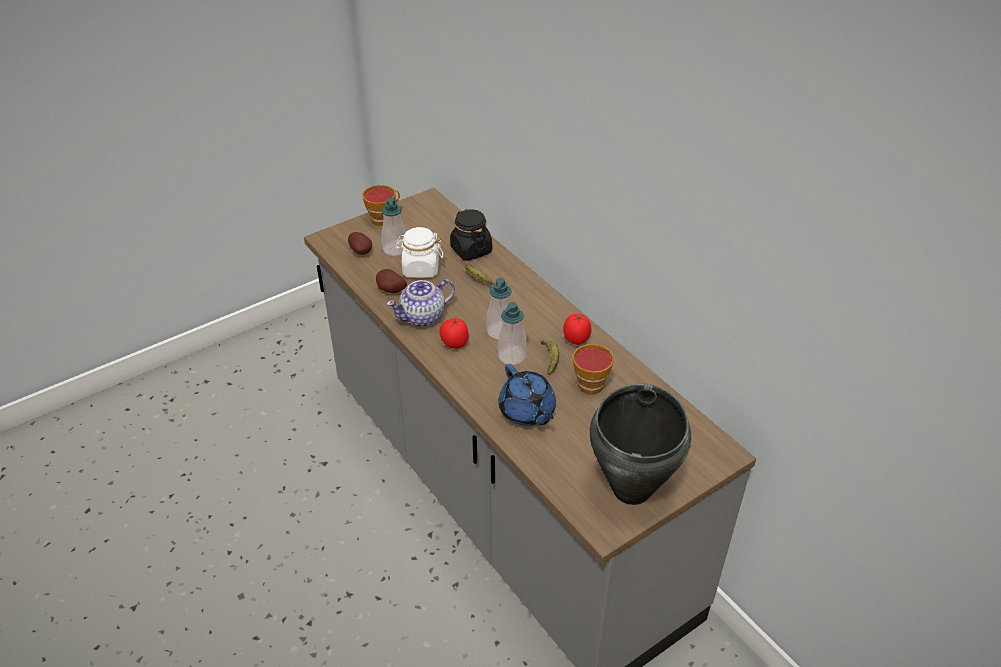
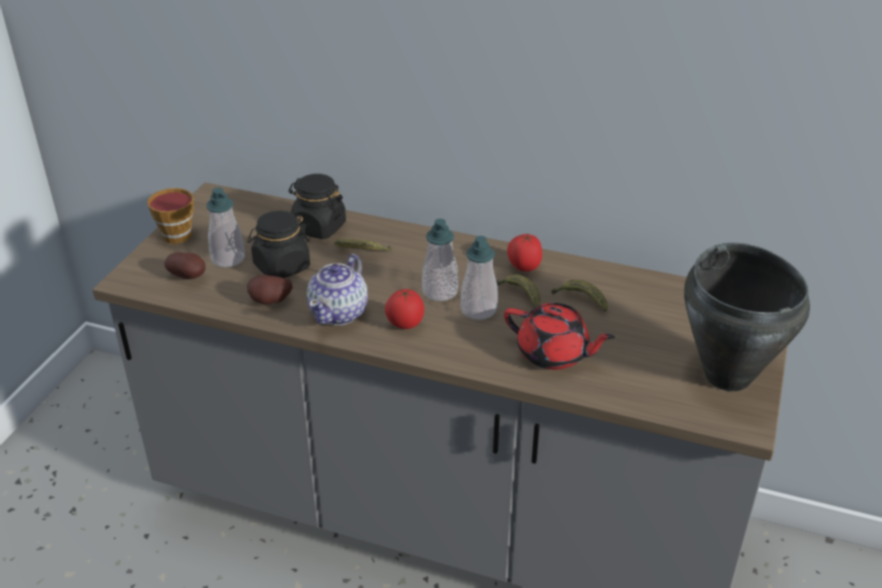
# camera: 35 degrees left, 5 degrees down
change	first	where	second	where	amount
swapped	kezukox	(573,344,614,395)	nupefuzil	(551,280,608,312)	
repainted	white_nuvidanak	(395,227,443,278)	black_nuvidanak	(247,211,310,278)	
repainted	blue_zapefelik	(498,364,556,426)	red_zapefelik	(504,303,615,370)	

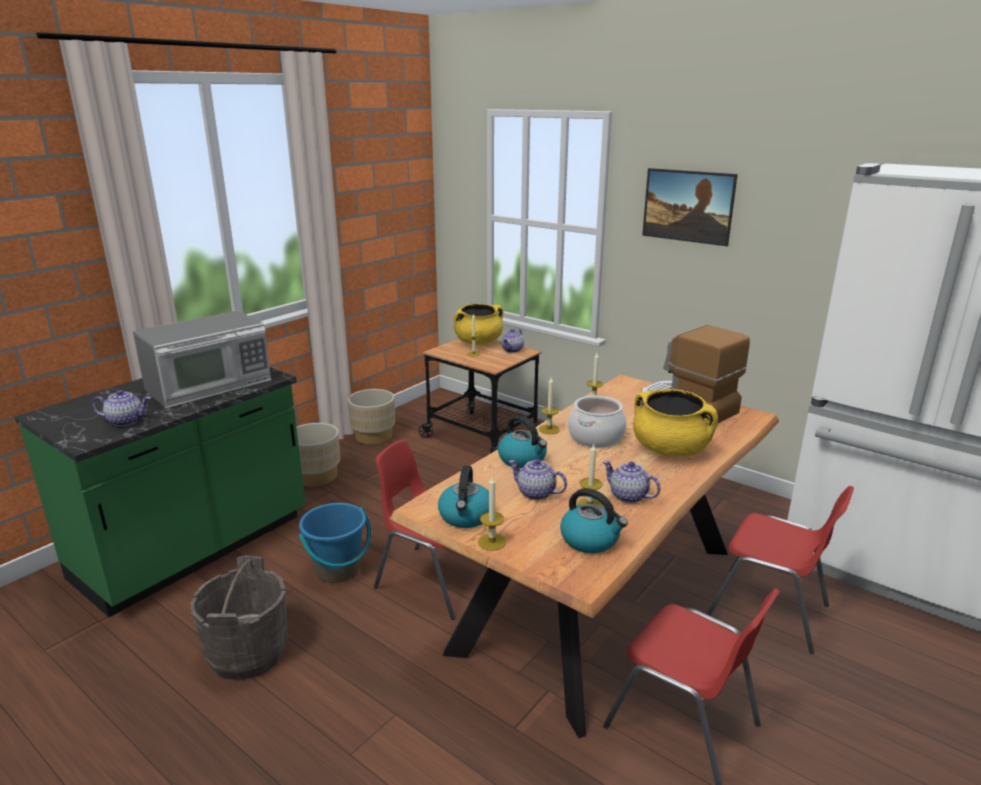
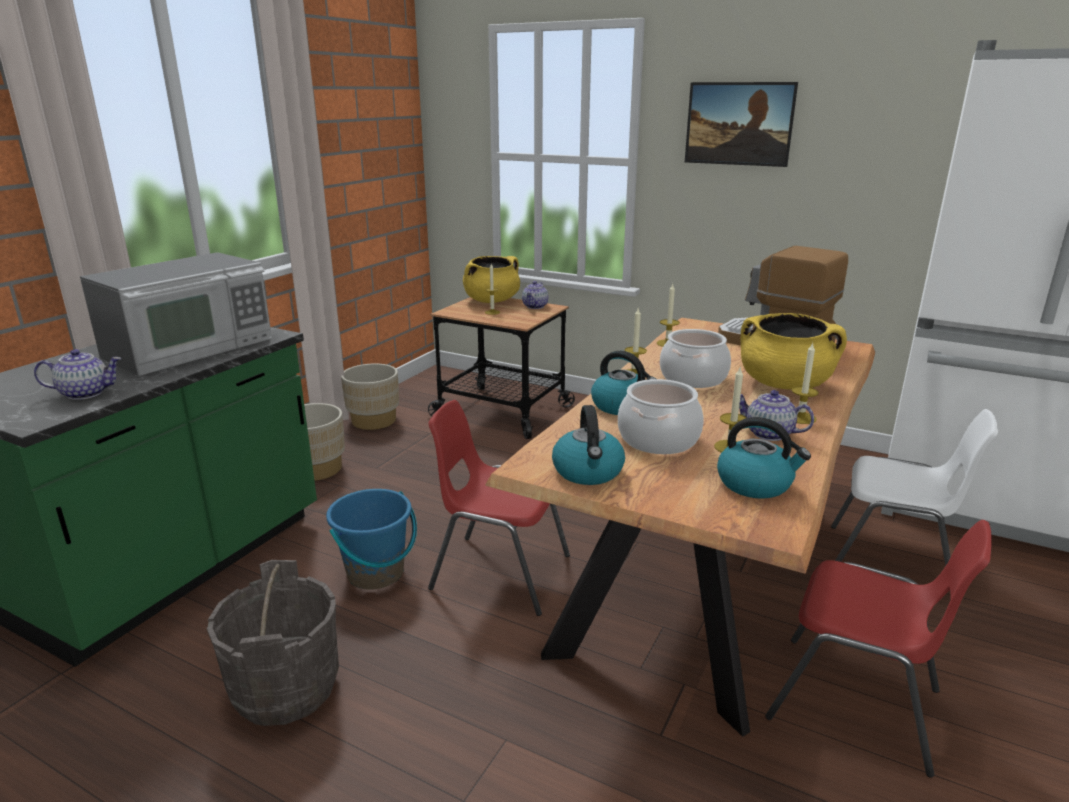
# camera: 10 degrees left, 0 degrees up
change	first	where	second	where	amount
shifted	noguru	(478,477,506,551)		(792,343,818,424)	
swapped	zapefelik	(508,459,567,500)	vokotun	(618,379,704,454)	
repainted	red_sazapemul	(706,486,854,654)	white_sazapemul	(831,409,998,566)	

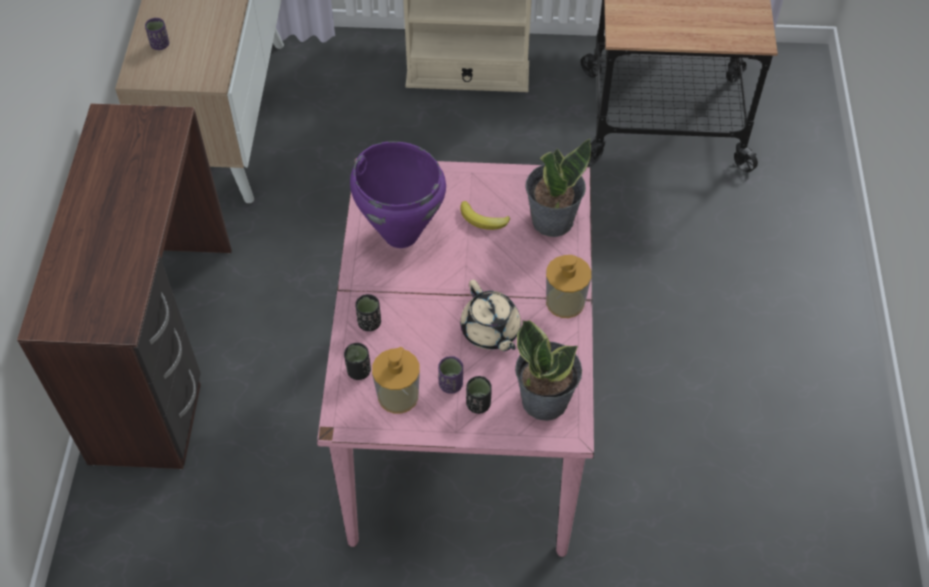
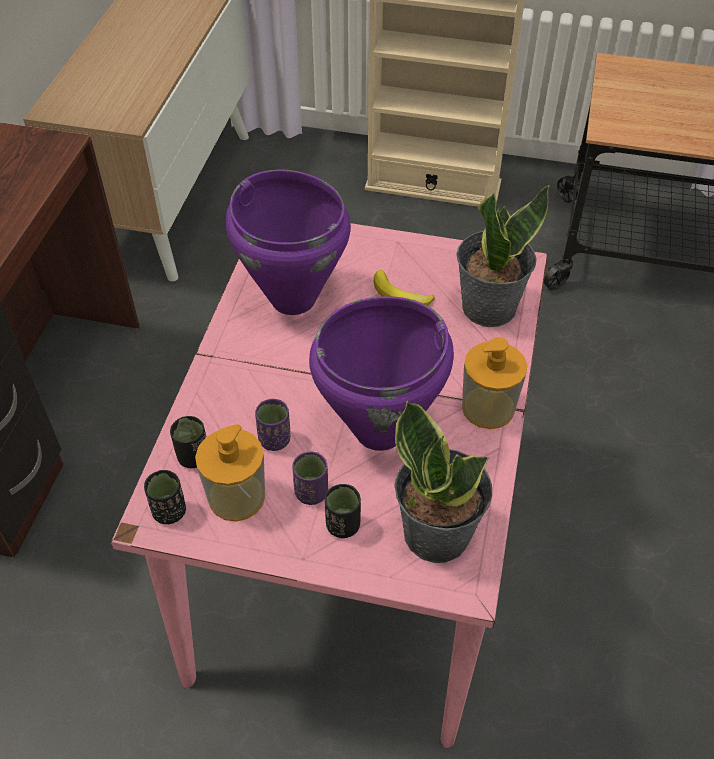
# camera: 10 degrees right, 5 degrees down
change	first	where	second	where	amount
shifted	purple_kezukox	(145,18,169,50)		(255,399,290,451)	
shifted	black_kezukox	(355,294,381,331)		(144,470,186,524)	
swapped	beige_zapefelik	(460,280,521,351)	purple_vokotun	(309,296,454,451)	

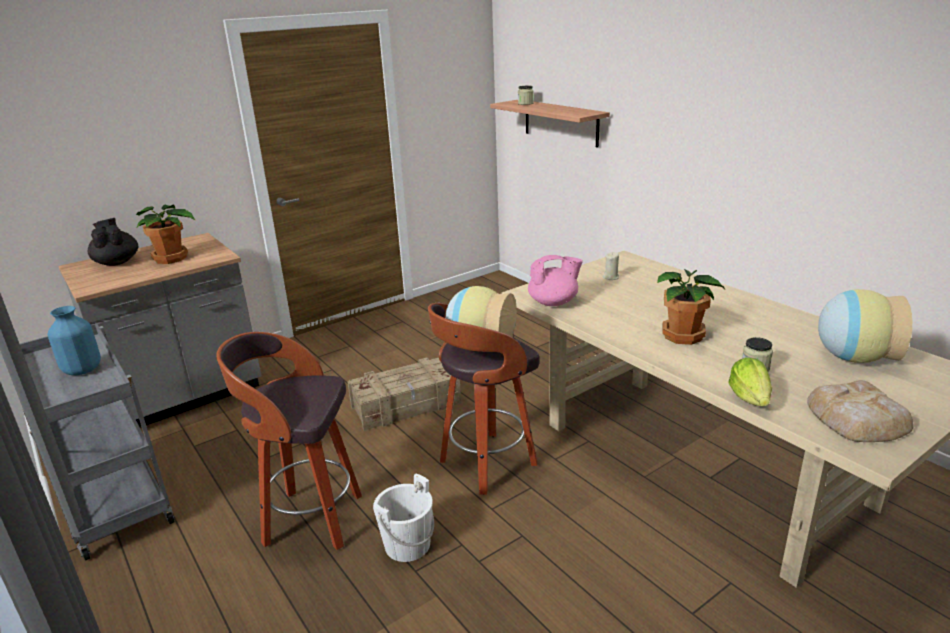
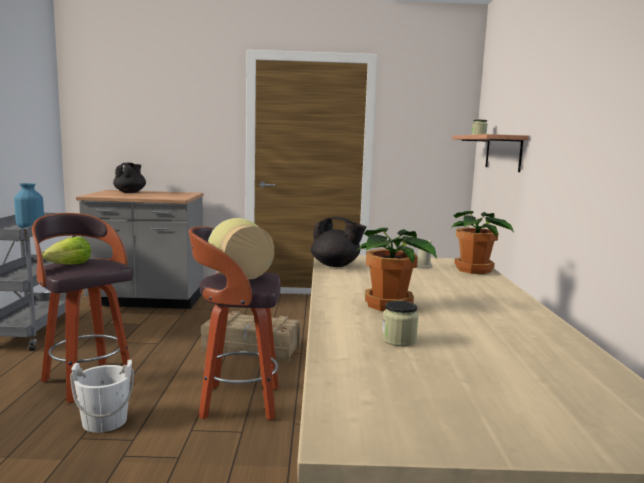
# camera: 35 degrees right, 15 degrees down
change	first	where	second	where	amount
gone	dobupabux	(807,380,913,442)			
gone	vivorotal	(818,289,913,363)			
shifted	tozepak	(136,204,195,264)		(452,211,514,274)	
shifted	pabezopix	(728,357,772,406)		(42,237,91,265)	
repainted	pink_zapefelik	(528,255,583,306)	black_zapefelik	(311,217,366,267)	

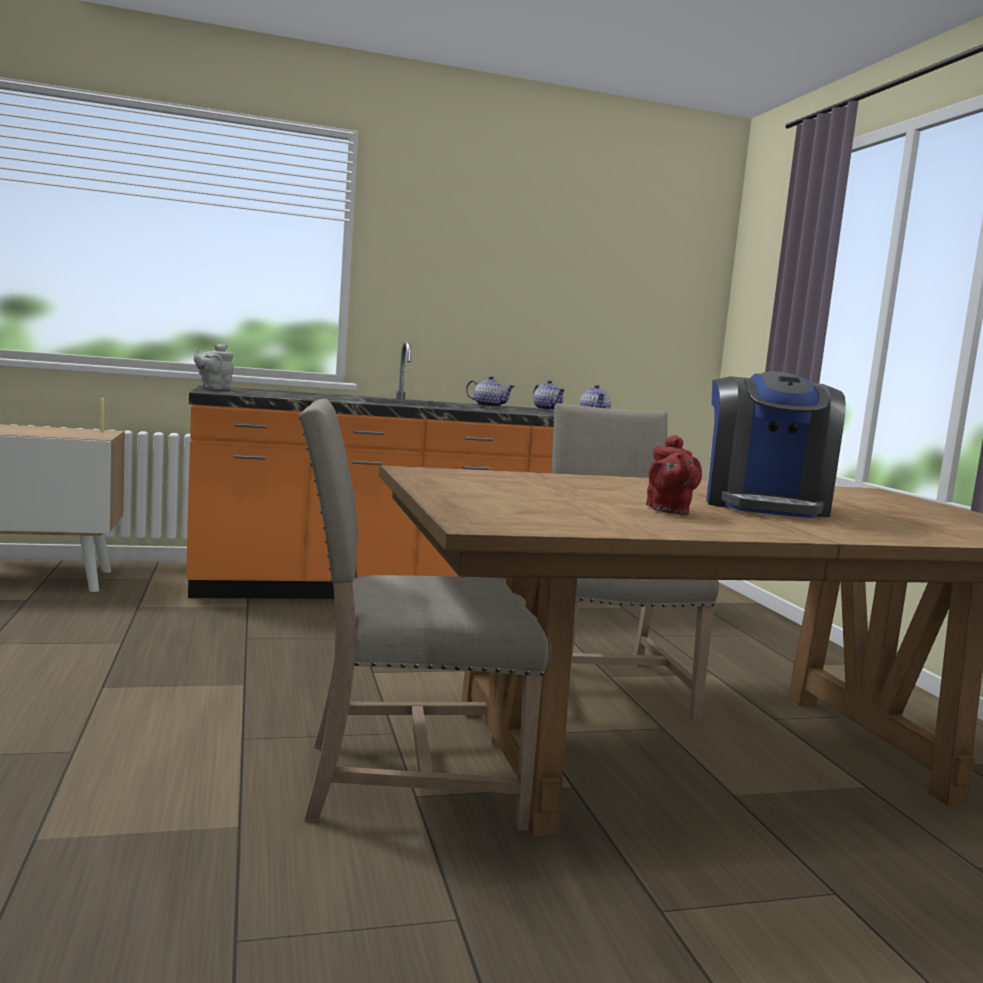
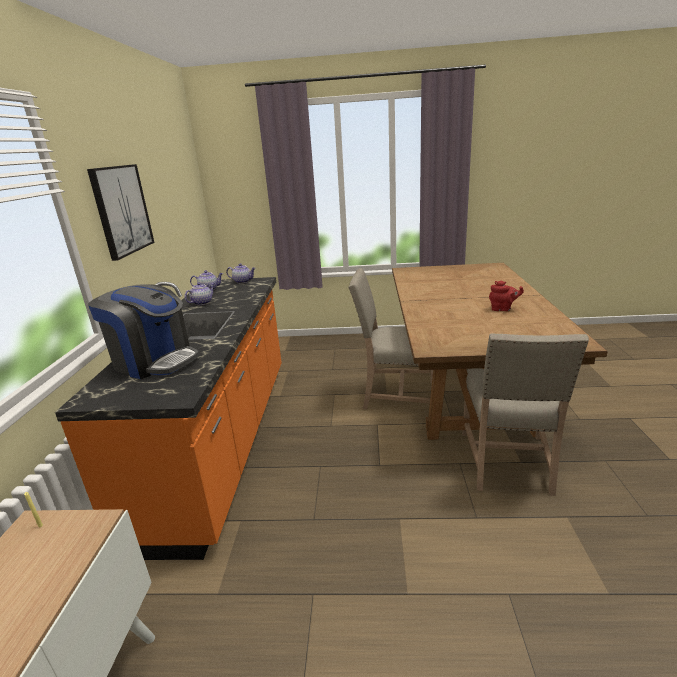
# camera: 70 degrees left, 15 degrees up
change	first	where	second	where	amount
gone	grey_zapefelik	(194,344,234,389)			
new			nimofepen	(87,164,155,261)	
shifted	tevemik	(706,371,846,518)		(88,284,199,379)	

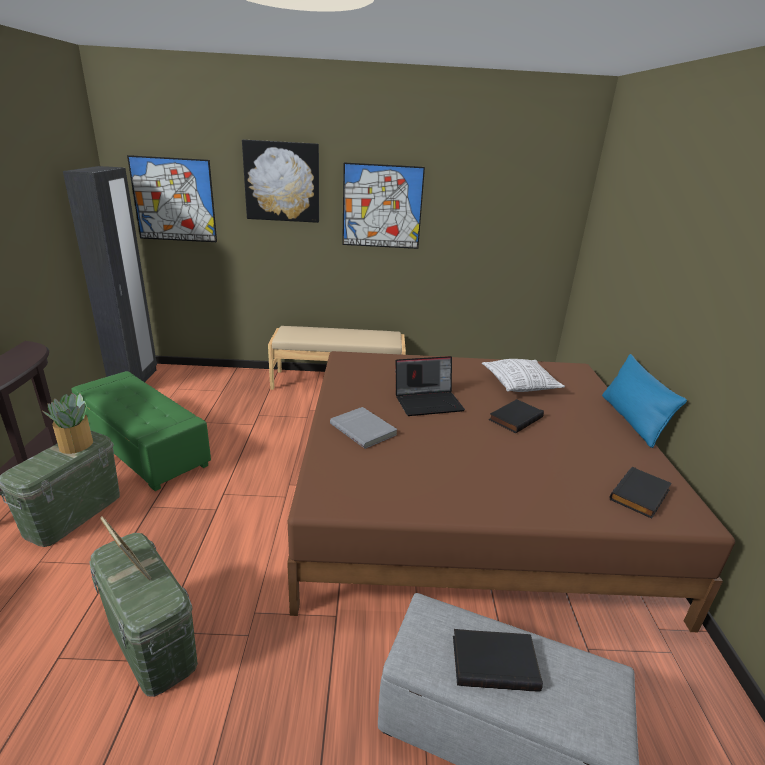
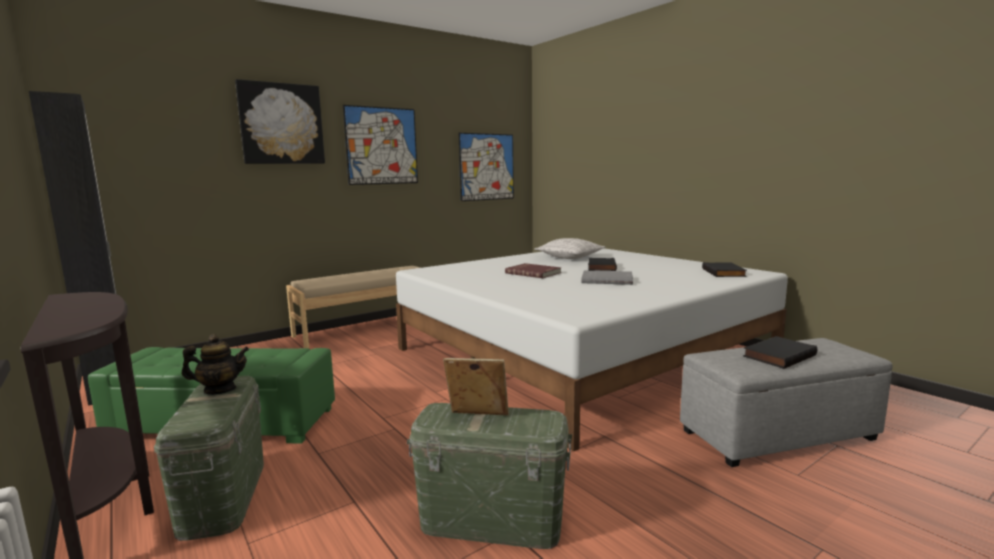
# camera: 35 degrees left, 15 degrees down
change	first	where	second	where	amount
gone	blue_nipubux	(602,354,687,448)			
shifted	nimofepen	(127,155,217,242)		(459,133,514,201)	
shifted	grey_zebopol	(330,407,398,449)		(581,271,633,285)	
swapped	tozepak	(42,393,93,454)	zapefelik	(182,334,249,395)	
swapped	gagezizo	(395,356,465,416)	red_zebopol	(505,263,561,278)	
repainted	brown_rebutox	(287,351,735,632)	white_rebutox	(396,248,788,452)	

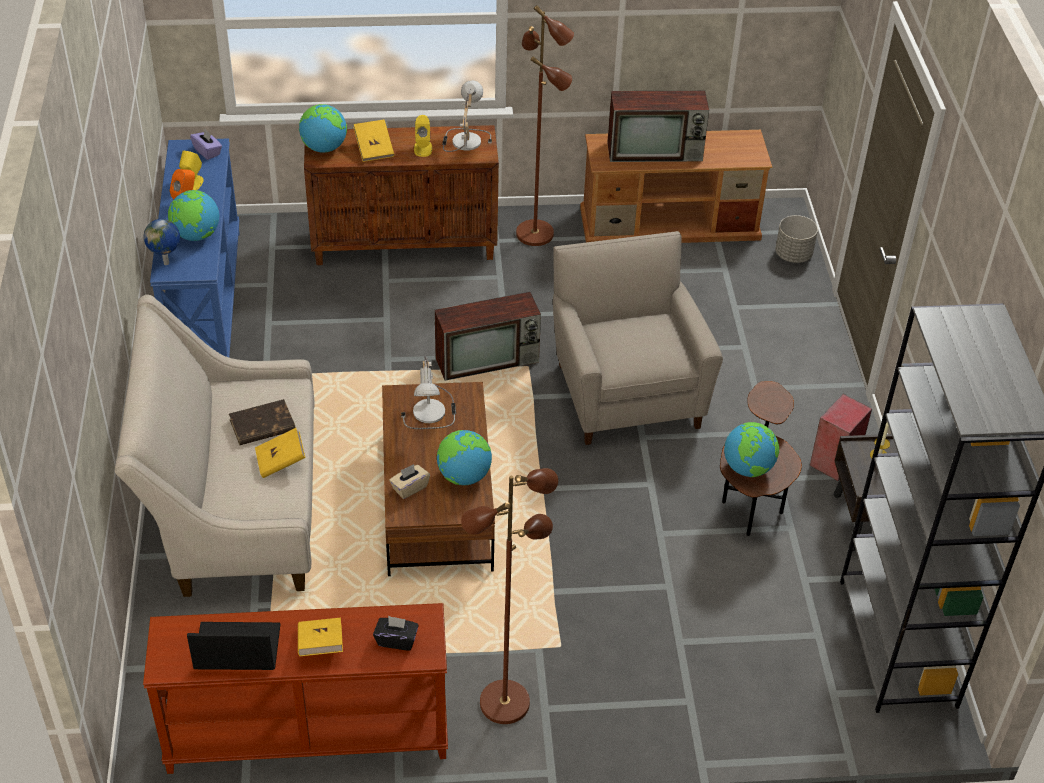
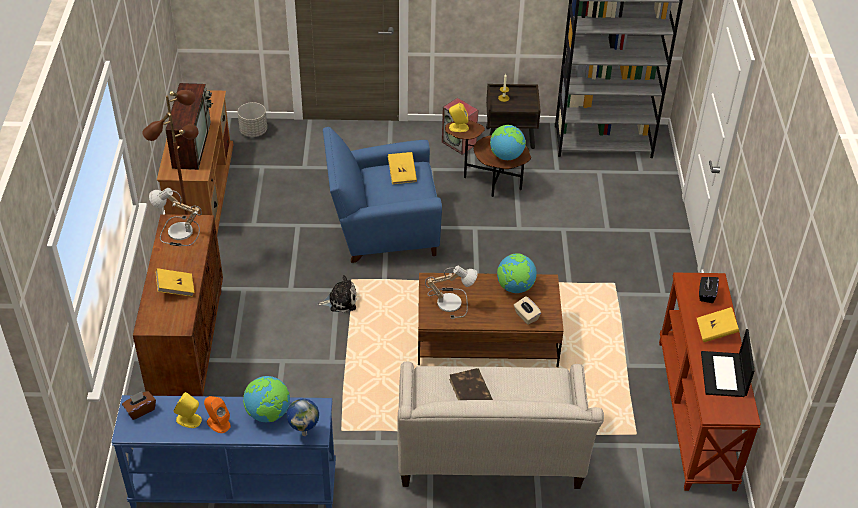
# camera: 85 degrees left, 0 degrees up
change	first	where	second	where	amount
gone	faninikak	(299,104,347,153)			
gone	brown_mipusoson	(461,468,558,724)			
shifted	yellow_zebopol	(255,428,305,478)		(388,152,417,184)	
shifted	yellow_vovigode	(414,115,432,157)		(449,103,469,132)	
swapped	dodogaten	(435,292,541,381)	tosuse	(317,275,356,313)	
repainted	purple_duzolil	(190,129,222,160)	brown_duzolil	(122,391,156,420)	
repainted	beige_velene	(553,231,723,445)	blue_velene	(323,127,442,263)	

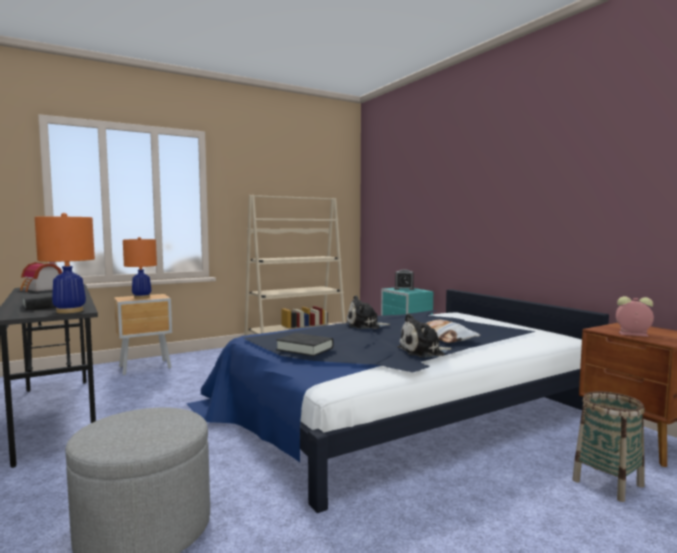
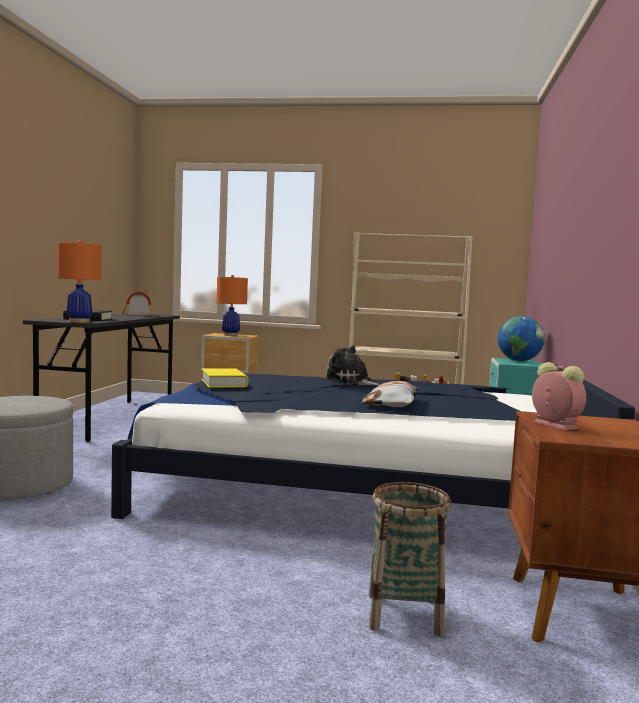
# camera: 40 degrees right, 0 degrees up
change	first	where	second	where	amount
gone	tosuse	(397,313,452,358)			
swapped	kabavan	(394,269,414,290)	faninikak	(498,316,545,361)	
repainted	black_zebopol	(276,333,334,356)	yellow_zebopol	(201,369,248,388)	

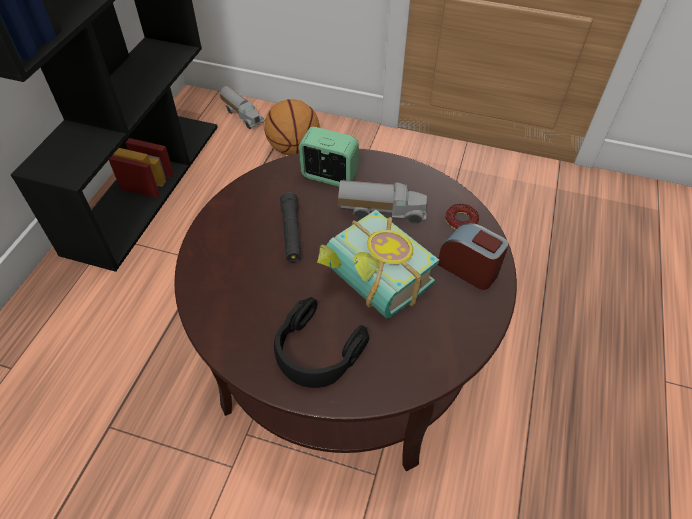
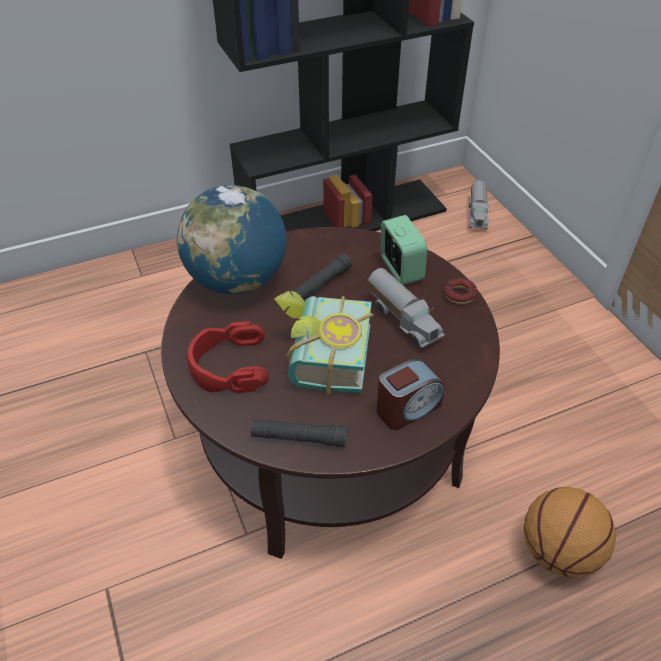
# camera: 50 degrees right, 5 degrees down
change	first	where	second	where	amount
new			faninikak	(177,185,286,295)	
new			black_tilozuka	(251,419,347,447)	
shifted	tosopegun	(264,99,320,155)		(524,487,616,578)	
shifted	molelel	(445,204,479,230)		(444,278,477,304)	
repainted	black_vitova	(274,297,369,388)	red_vitova	(187,321,269,394)	
rotated	kabavan	(437,223,509,290)		(376,359,444,430)	60 degrees clockwise

